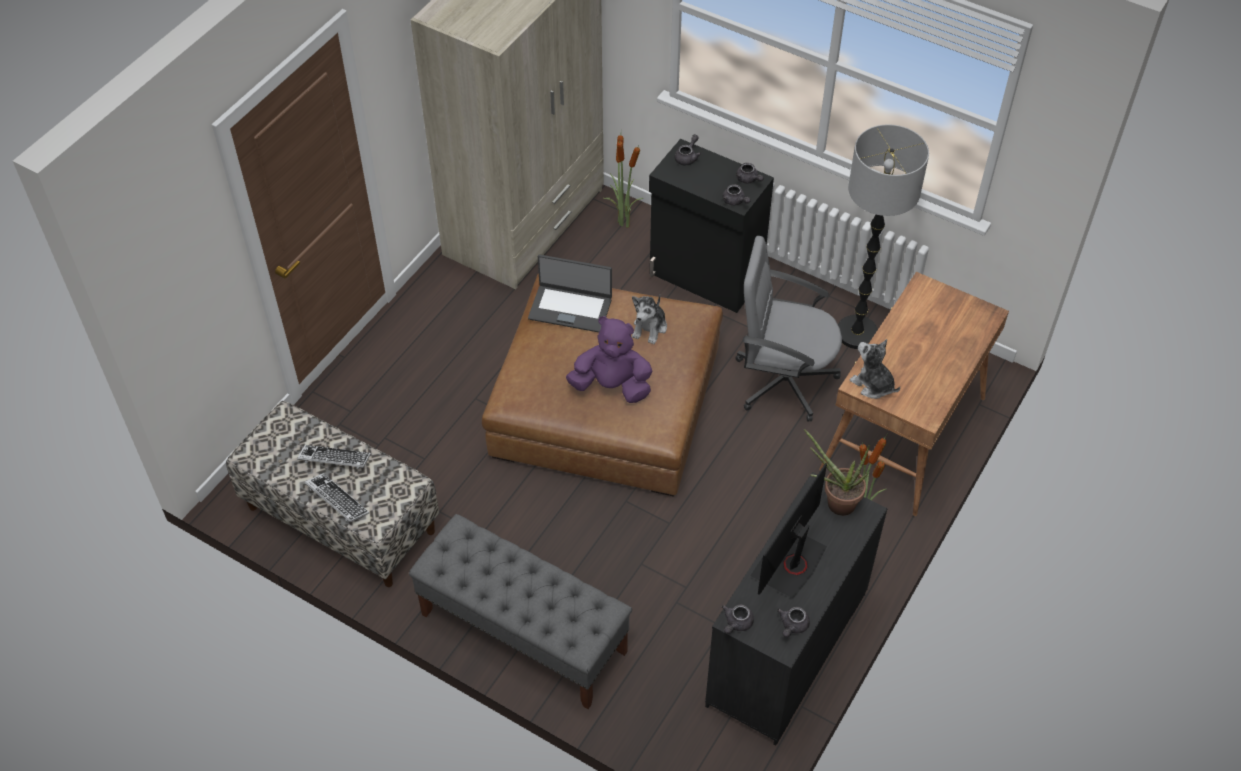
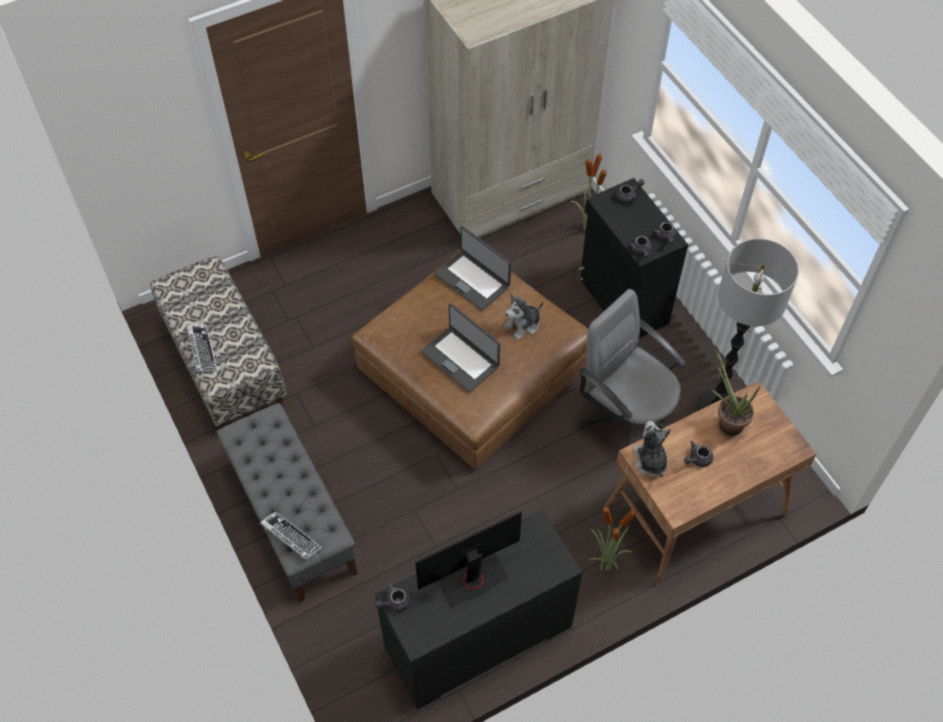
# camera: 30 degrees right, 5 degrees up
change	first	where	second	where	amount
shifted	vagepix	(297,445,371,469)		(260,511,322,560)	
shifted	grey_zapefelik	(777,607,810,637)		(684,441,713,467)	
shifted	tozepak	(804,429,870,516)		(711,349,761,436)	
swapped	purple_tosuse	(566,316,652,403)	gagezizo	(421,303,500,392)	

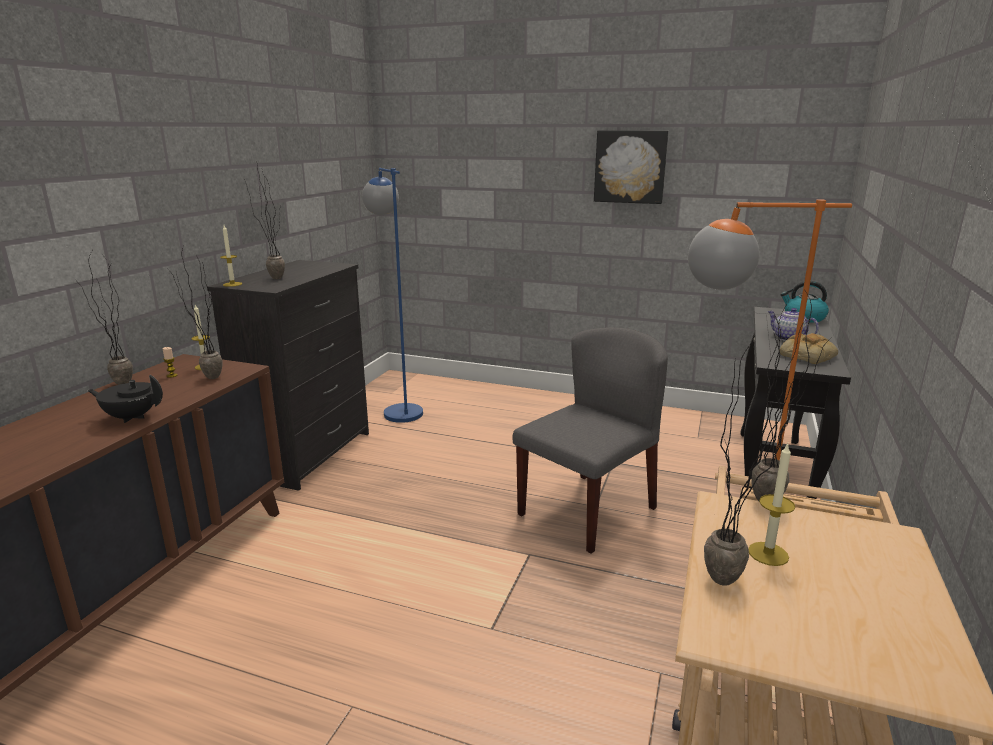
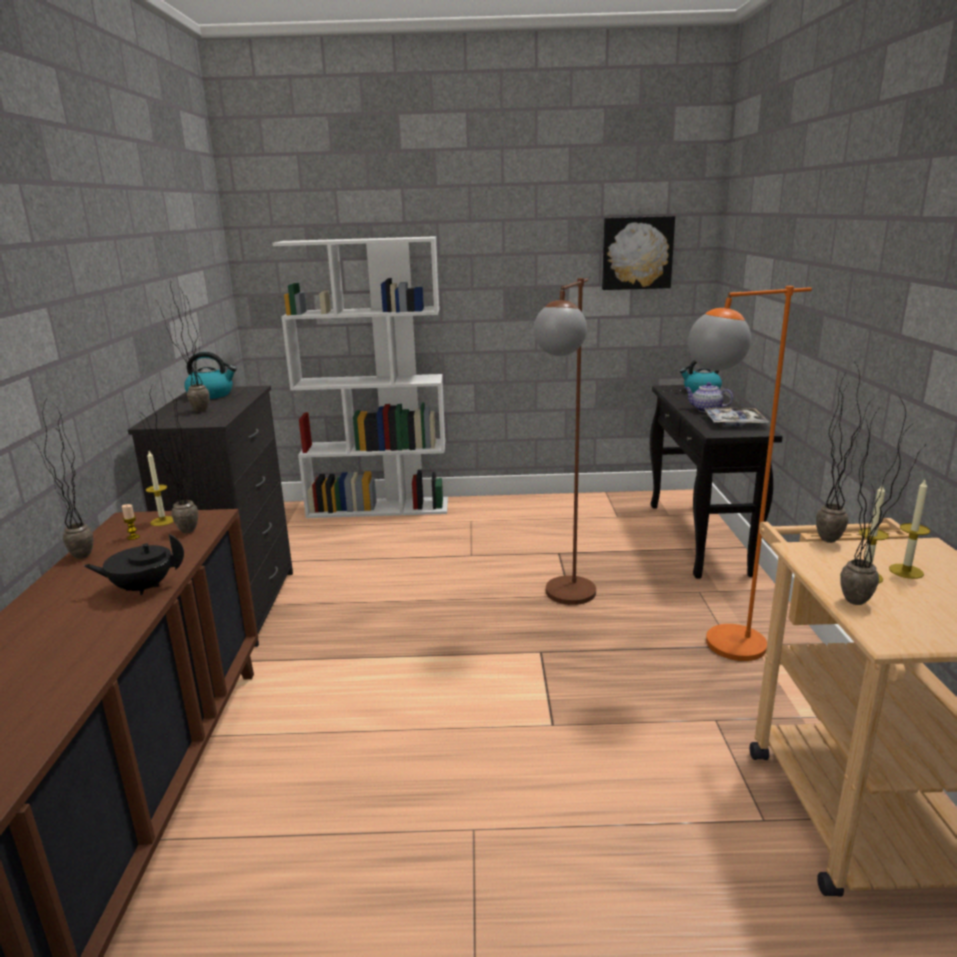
# camera: 20 degrees left, 0 degrees up
change	first	where	second	where	amount
gone	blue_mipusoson	(362,168,423,423)			
new			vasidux	(184,352,237,399)	
new			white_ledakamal	(272,236,448,518)	
shifted	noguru	(220,225,242,287)		(889,480,930,579)	
shifted	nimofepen	(594,130,669,204)		(602,216,675,290)	
swapped	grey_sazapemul	(512,327,668,554)	brown_mipusoson	(534,278,596,605)	
swapped	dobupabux	(780,333,838,364)	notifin	(704,407,769,426)	

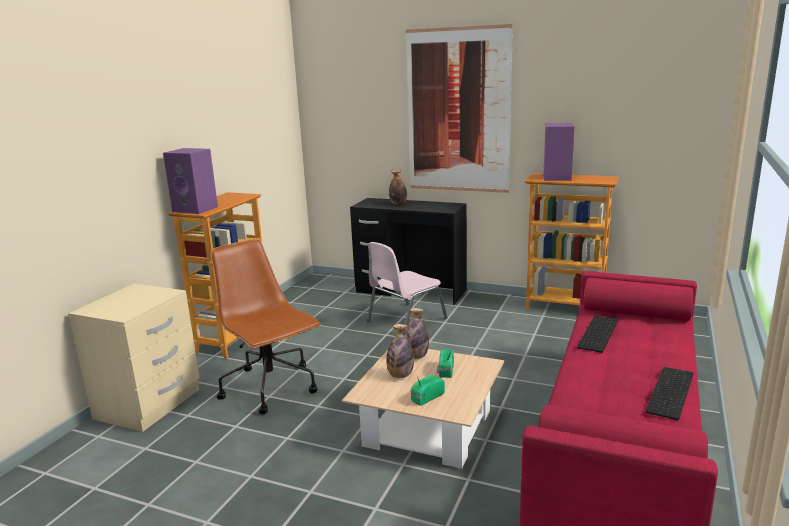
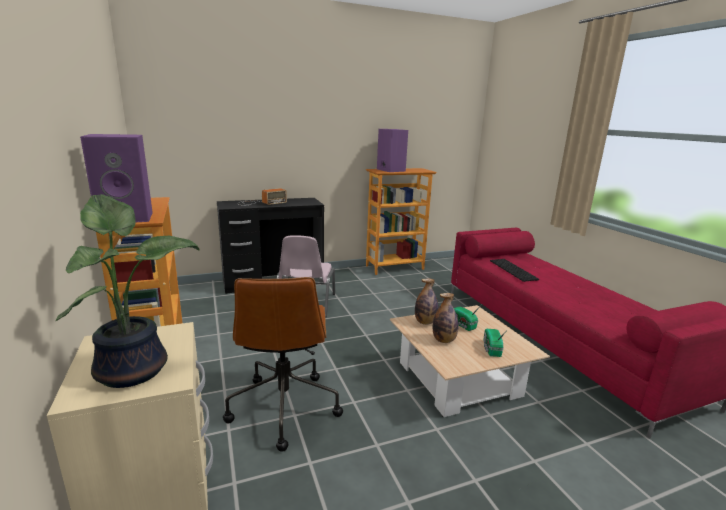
# camera: 45 degrees left, 0 degrees up
change	first	where	second	where	amount
gone	nimofepen	(406,24,513,193)			
gone	vagepix	(645,367,694,421)			
new			tozepak	(56,194,199,388)	
swapped	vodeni	(389,169,407,205)	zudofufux	(238,188,287,206)	
rotated	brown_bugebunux	(210,239,321,414)		(223,277,343,452)	105 degrees counterclockwise

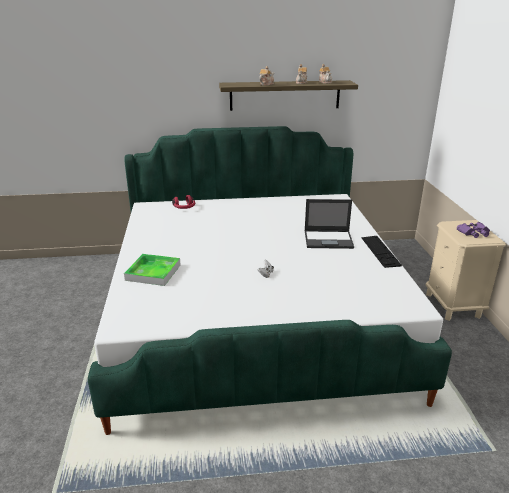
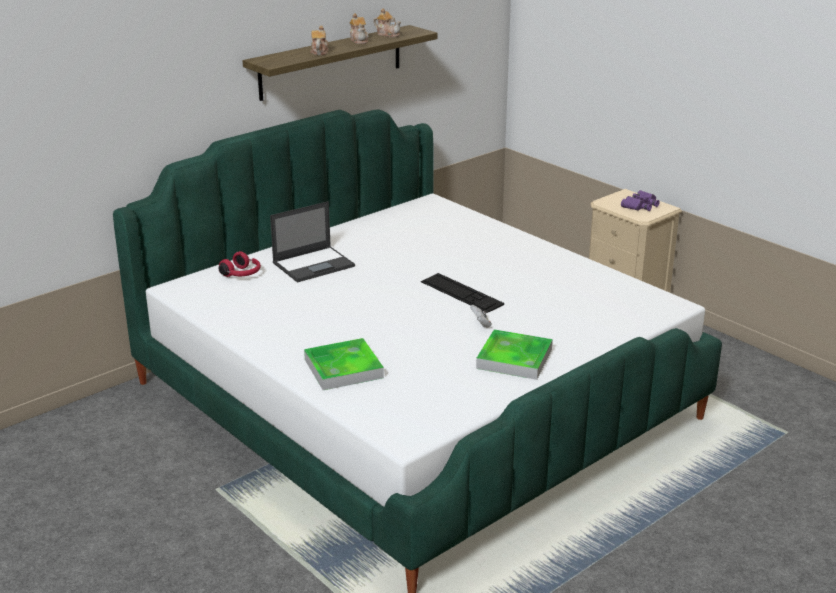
# camera: 35 degrees left, 0 degrees up
change	first	where	second	where	amount
new			notifin	(476,329,553,380)	
shifted	gagezizo	(305,199,354,249)		(270,201,355,282)	
shifted	vagepix	(361,236,402,268)		(421,273,504,313)	

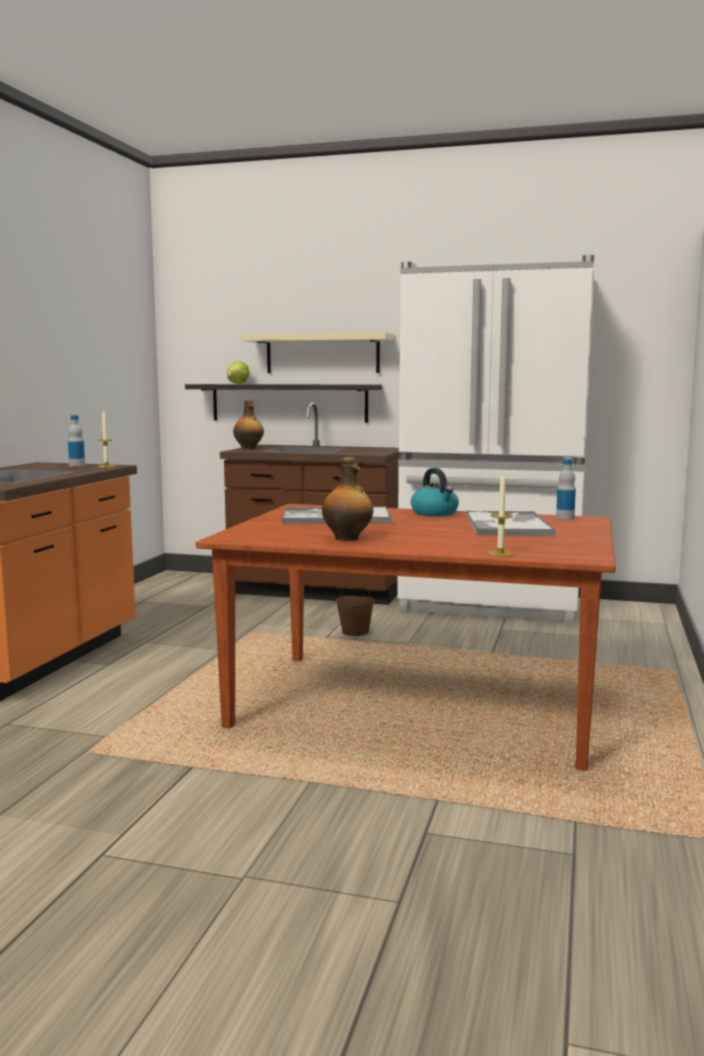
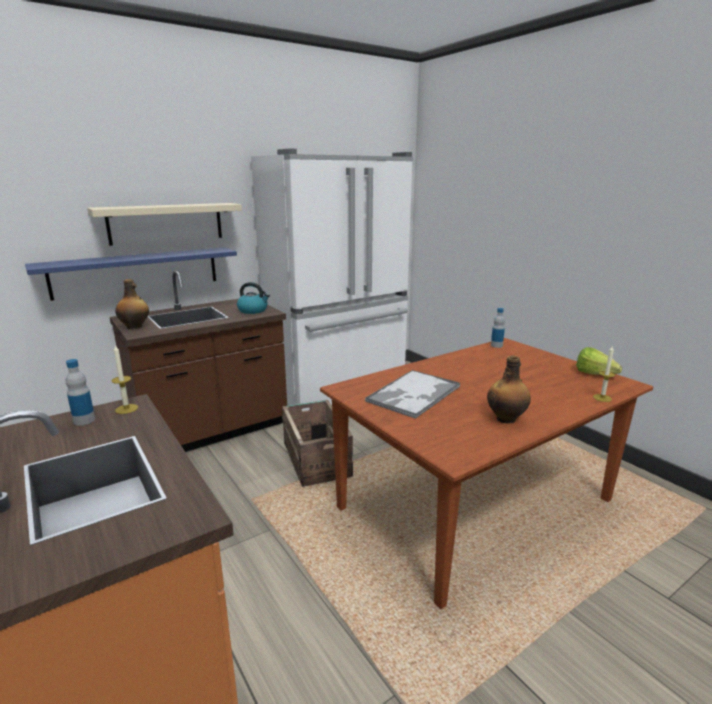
# camera: 50 degrees left, 10 degrees up
change	first	where	second	where	amount
gone	notifin	(466,511,555,536)			
shifted	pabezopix	(227,361,250,384)		(576,347,622,375)	
shifted	vasidux	(411,468,459,516)		(237,282,270,314)	
swapped	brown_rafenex	(336,578,374,636)	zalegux	(282,400,353,487)	
repainted	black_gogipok	(185,384,382,423)	blue_gogipok	(25,247,237,301)	

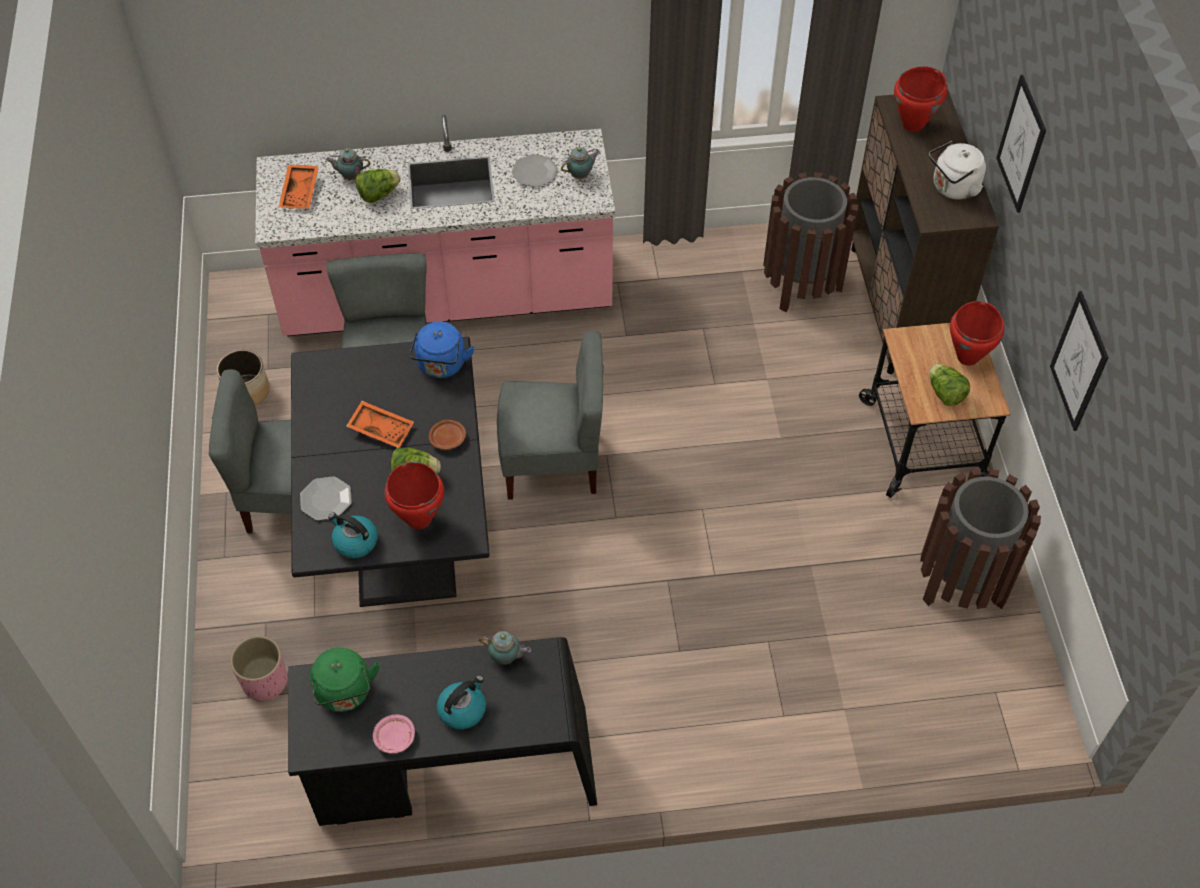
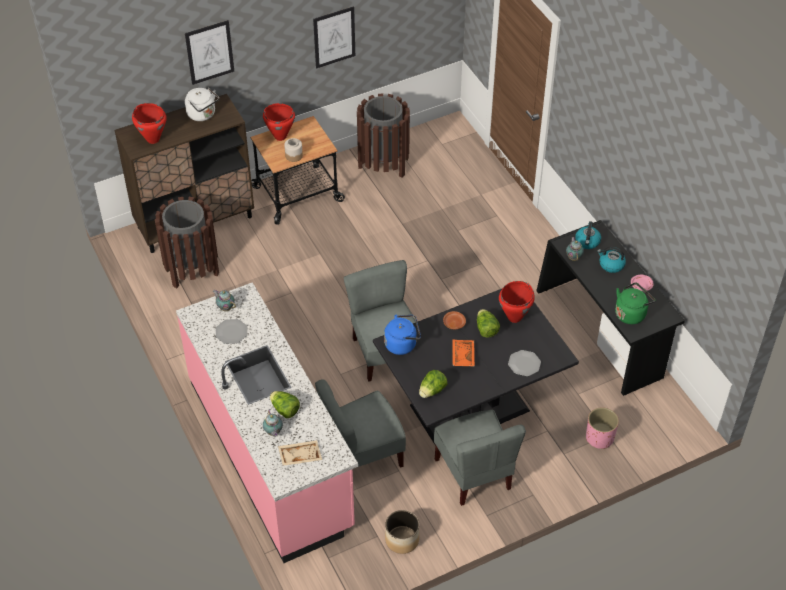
# camera: 110 degrees left, 5 degrees down
change	first	where	second	where	amount
new			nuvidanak	(284,138,303,162)	
shifted	vasidux	(328,513,378,558)		(575,221,601,249)	
shifted	pabezopix	(929,364,970,406)		(419,370,447,398)	
repainted	orange_notifin	(279,165,319,209)	beige_notifin	(278,440,322,466)	

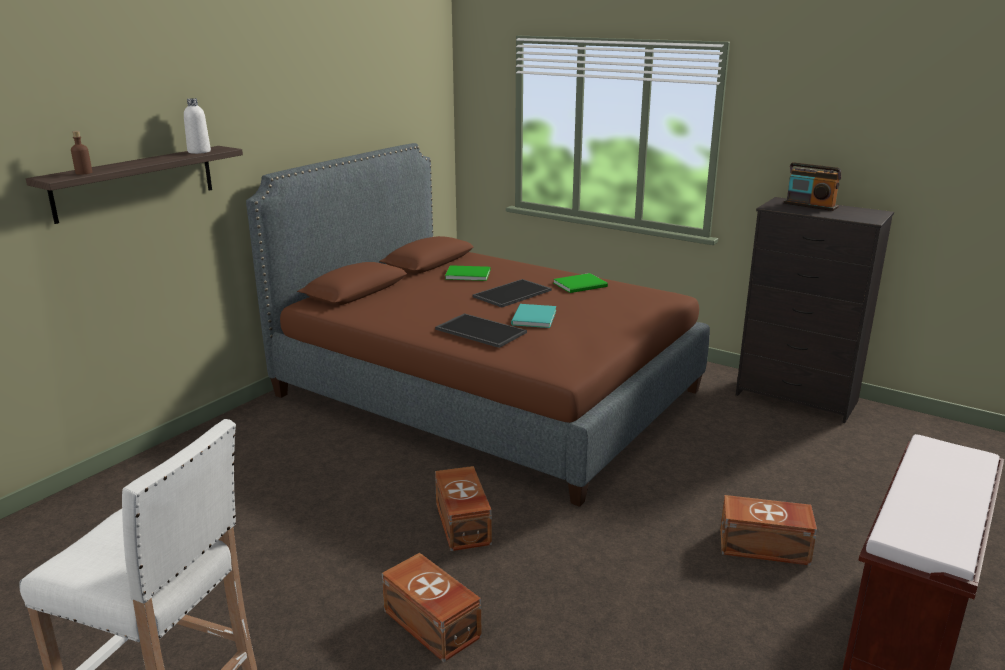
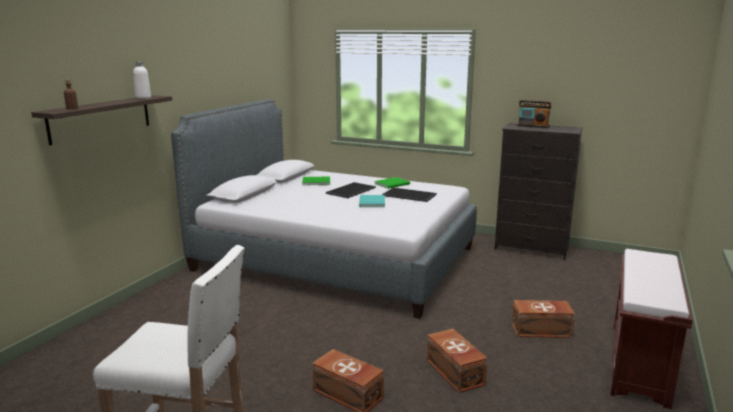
# camera: 10 degrees left, 5 degrees down
change	first	where	second	where	amount
shifted	notifin	(435,313,527,348)		(382,188,437,202)	
shifted	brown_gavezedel	(435,466,492,551)		(427,329,488,393)	
repainted	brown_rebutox	(246,143,710,507)	grey_rebutox	(171,99,477,319)	

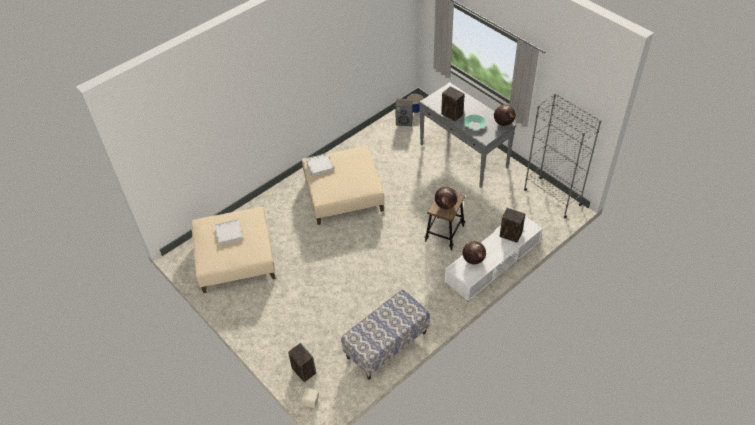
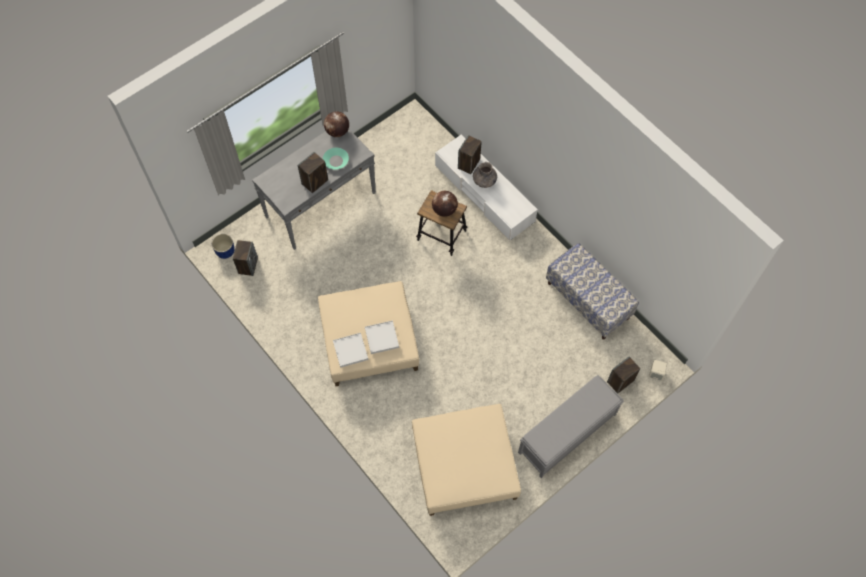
# camera: 90 degrees left, 15 degrees up
change	first	where	second	where	amount
gone	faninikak	(463,241,486,264)			
gone	grey_ledakamal	(524,93,601,218)			
new			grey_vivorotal	(473,162,497,188)	
new			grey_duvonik	(518,375,624,479)	
shifted	white_notifin	(215,219,243,245)		(365,320,399,354)	

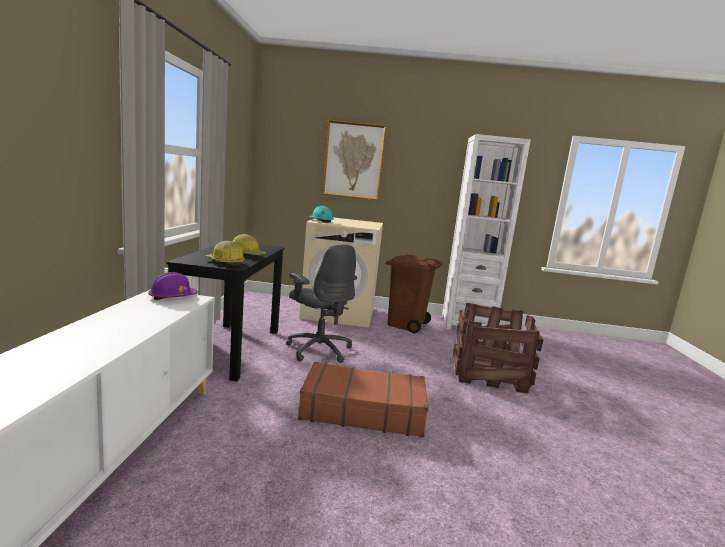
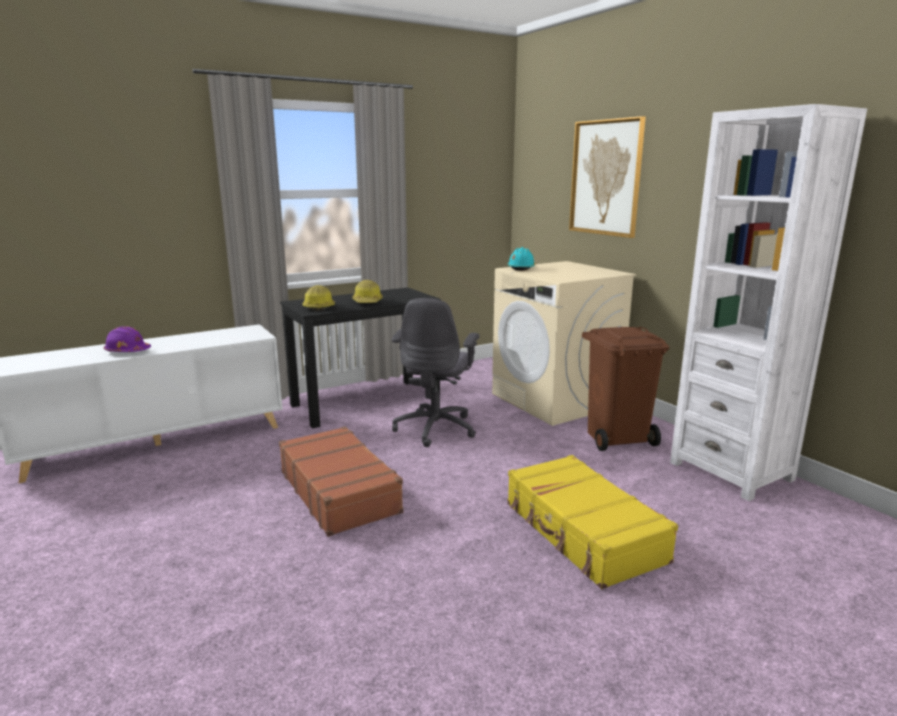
# camera: 55 degrees right, 5 degrees up
change	first	where	second	where	amount
shifted	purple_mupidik	(148,272,198,300)		(104,326,151,352)	
swapped	zalegux	(453,303,543,393)	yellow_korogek	(507,455,678,589)	

